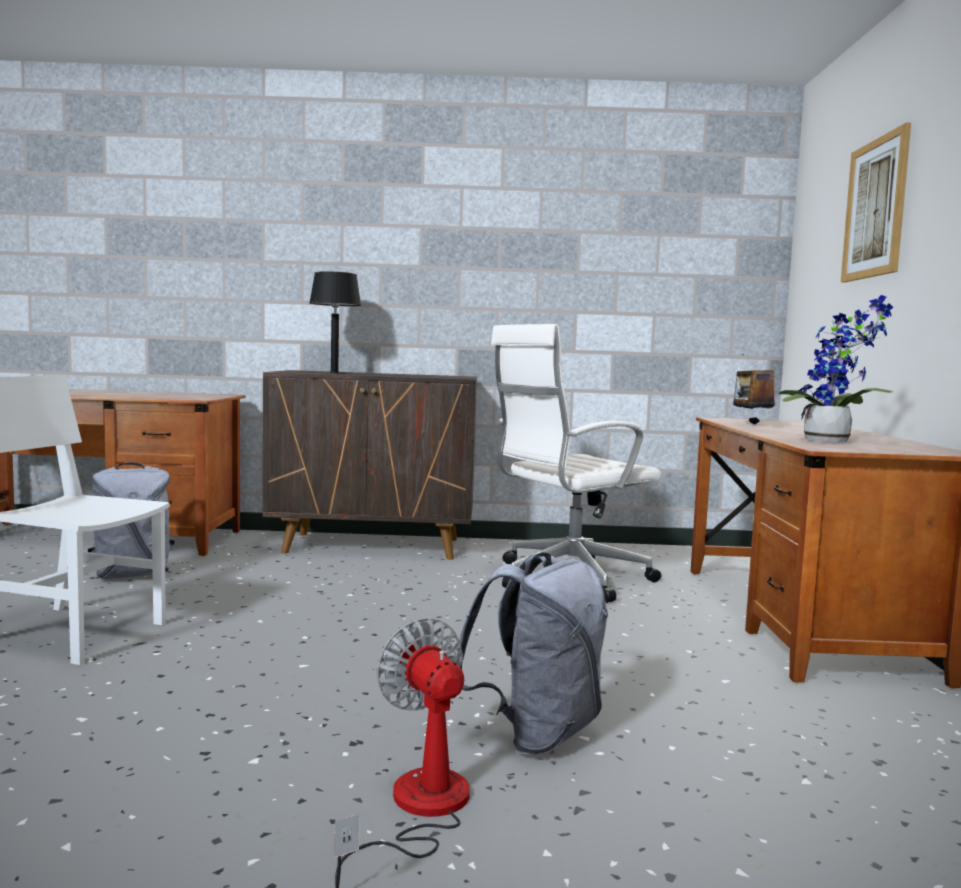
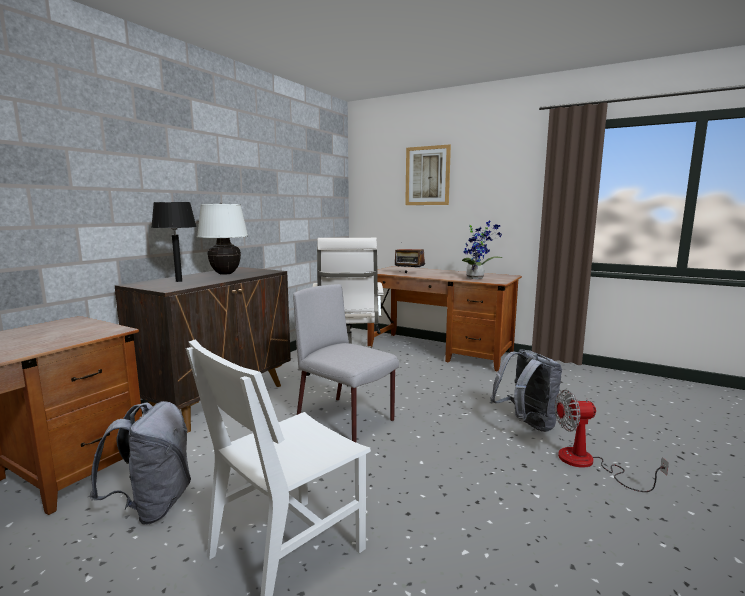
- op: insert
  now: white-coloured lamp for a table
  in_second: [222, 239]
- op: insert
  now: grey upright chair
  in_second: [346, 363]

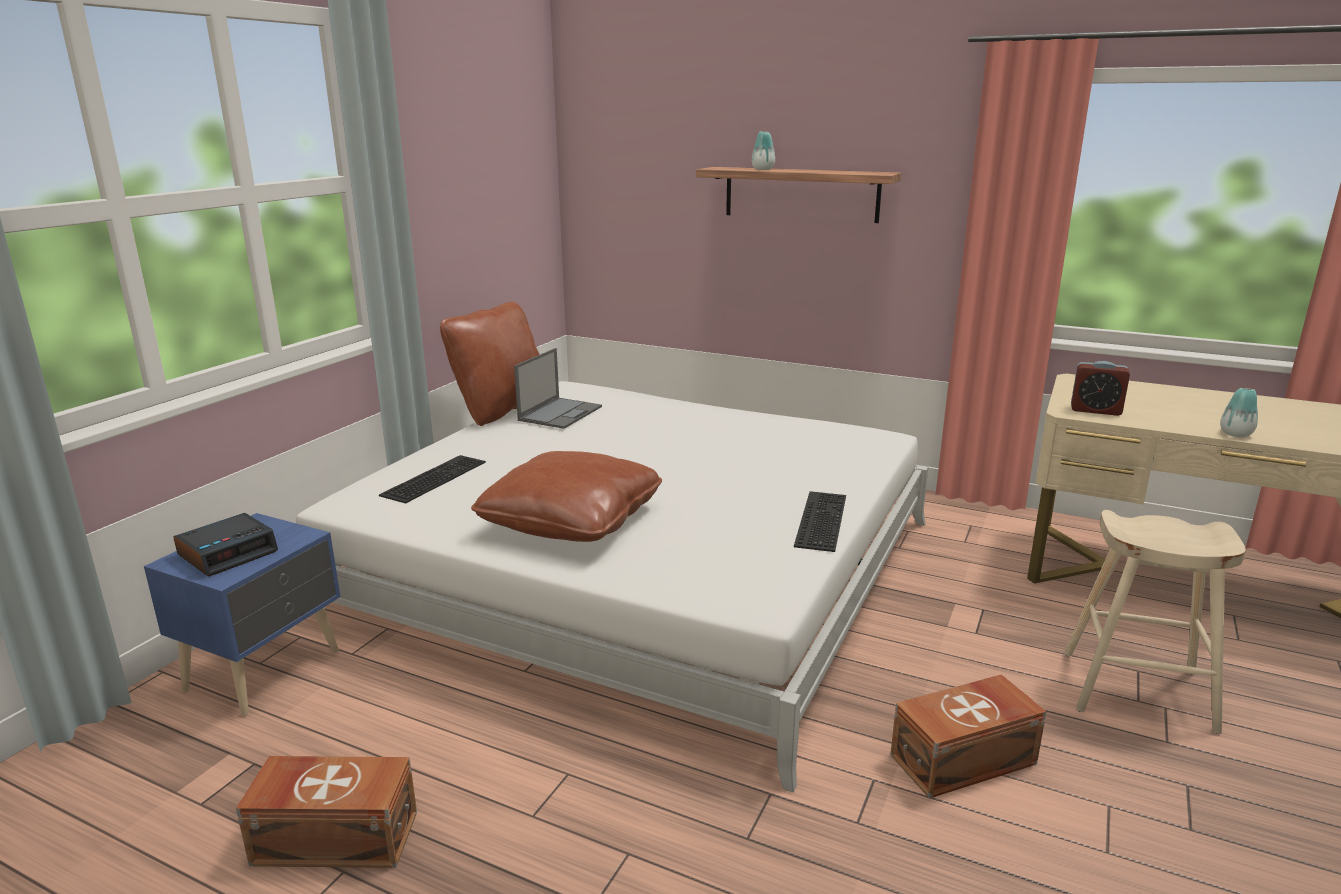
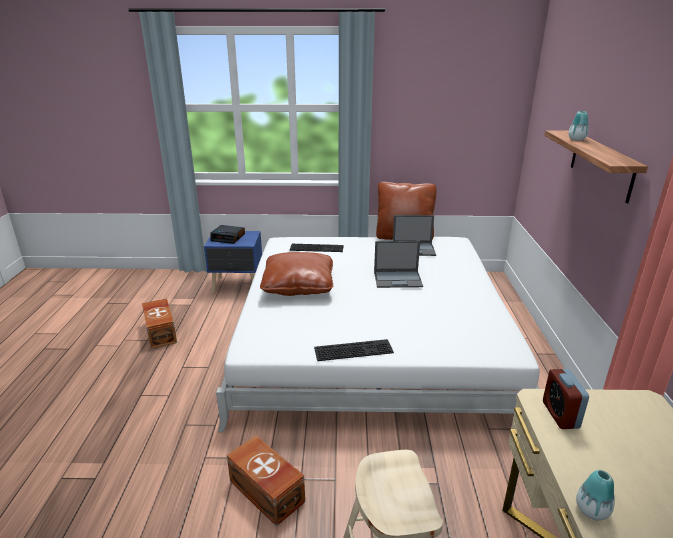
- op: insert
  now: notebook computer
  in_second: [398, 264]

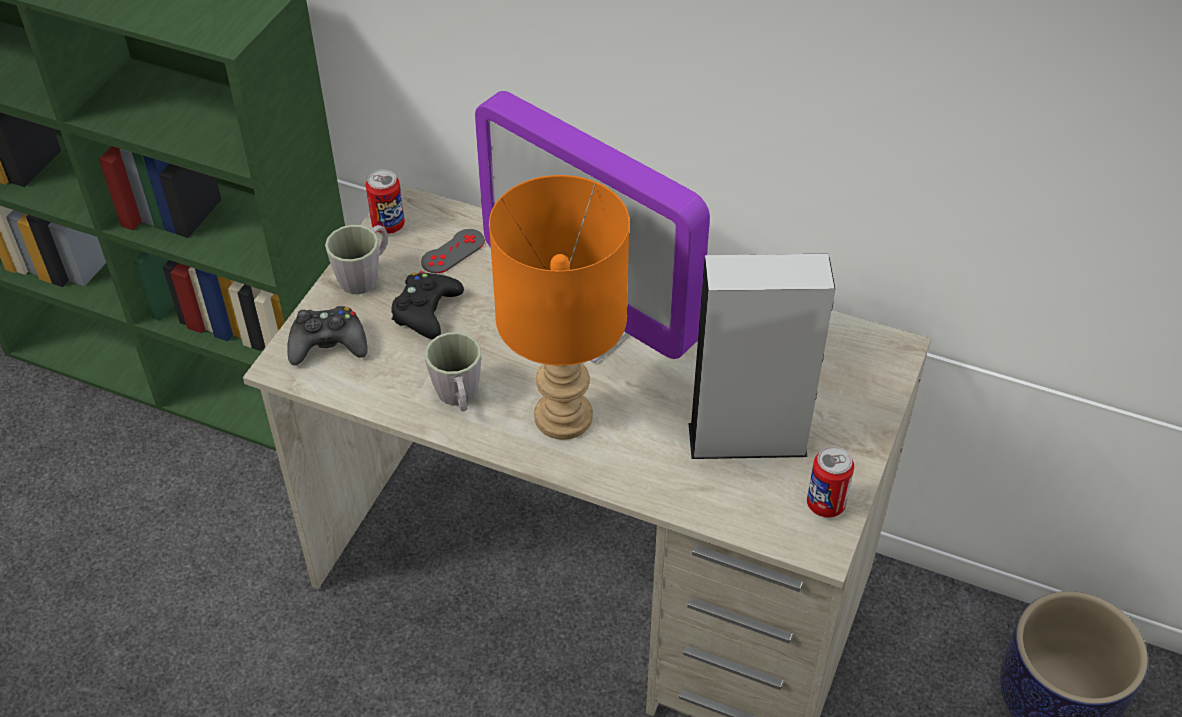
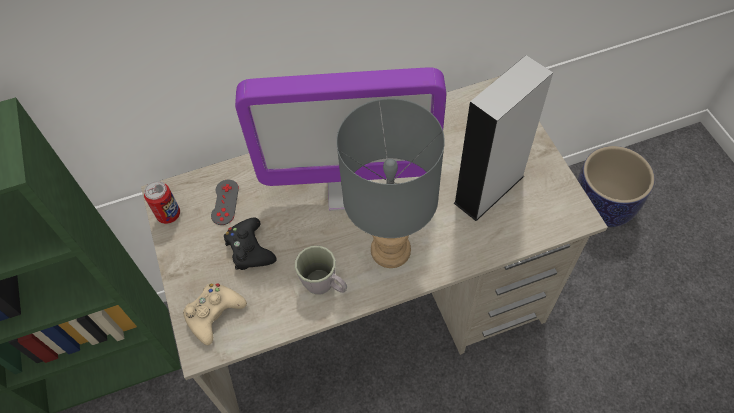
- op: recolor
  was: orange lamp for a table
  now: grey lamp for a table
  in_first: [559, 307]
  in_second: [390, 183]
- op: delete
  was: grey mug
  in_first: [356, 259]
- op: recolor
  was: blackish gamepad
  now: beige gamepad
  in_first: [327, 335]
  in_second: [215, 314]
- op: delete
  was: can
  in_first: [830, 481]

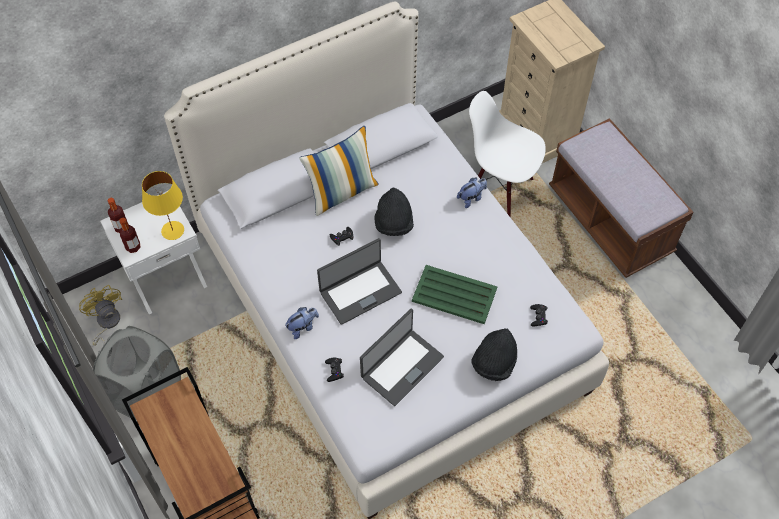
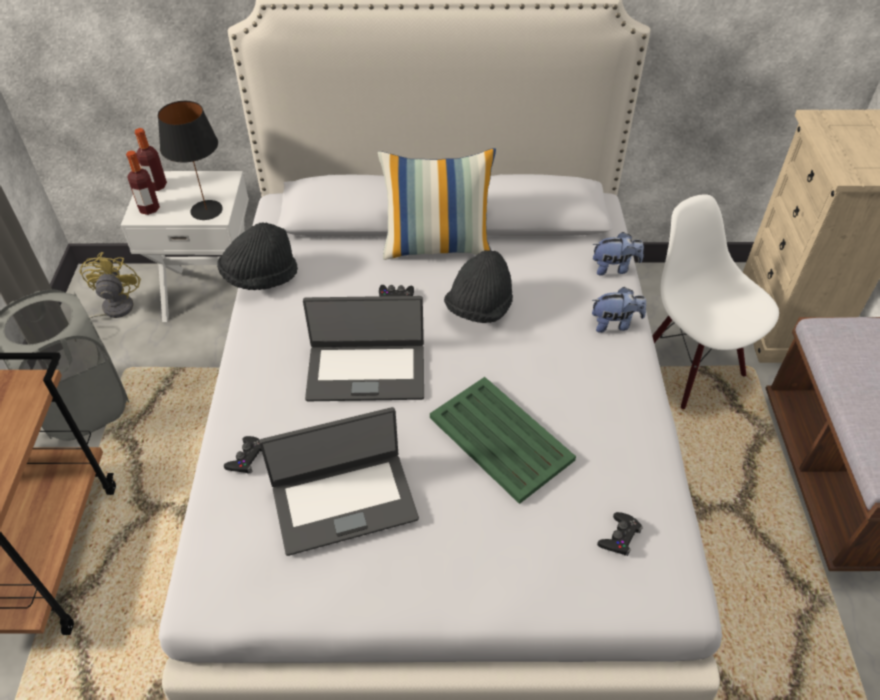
- op: recolor
  was: yellowish lamp for a table
  now: blackish lamp for a table
  in_first: [163, 205]
  in_second: [190, 160]
- op: move
  was: cuddly toy
  in_first: [302, 323]
  in_second: [618, 254]
- op: move
  was: blackish wearable hat
  in_first: [494, 354]
  in_second: [257, 256]

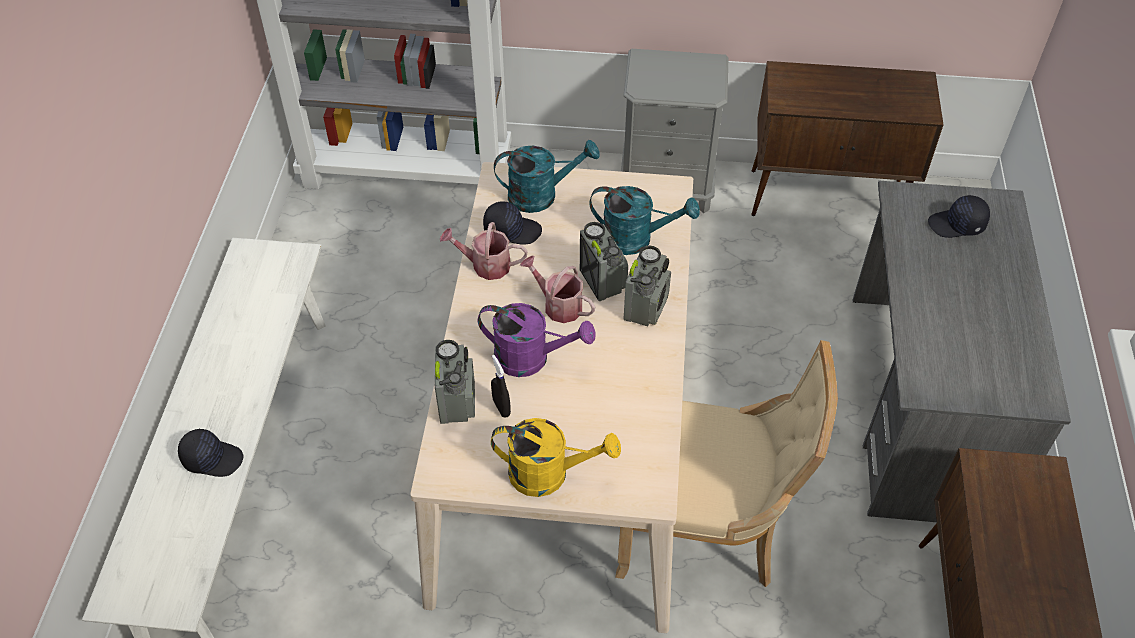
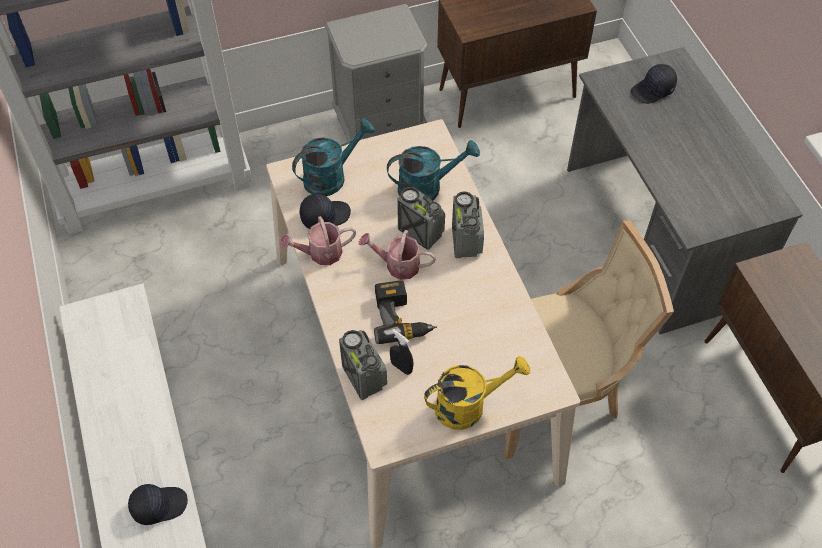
- op: replace
  was: purple-coloured sprinkling can
  now: electric drill
  in_first: [536, 340]
  in_second: [405, 312]

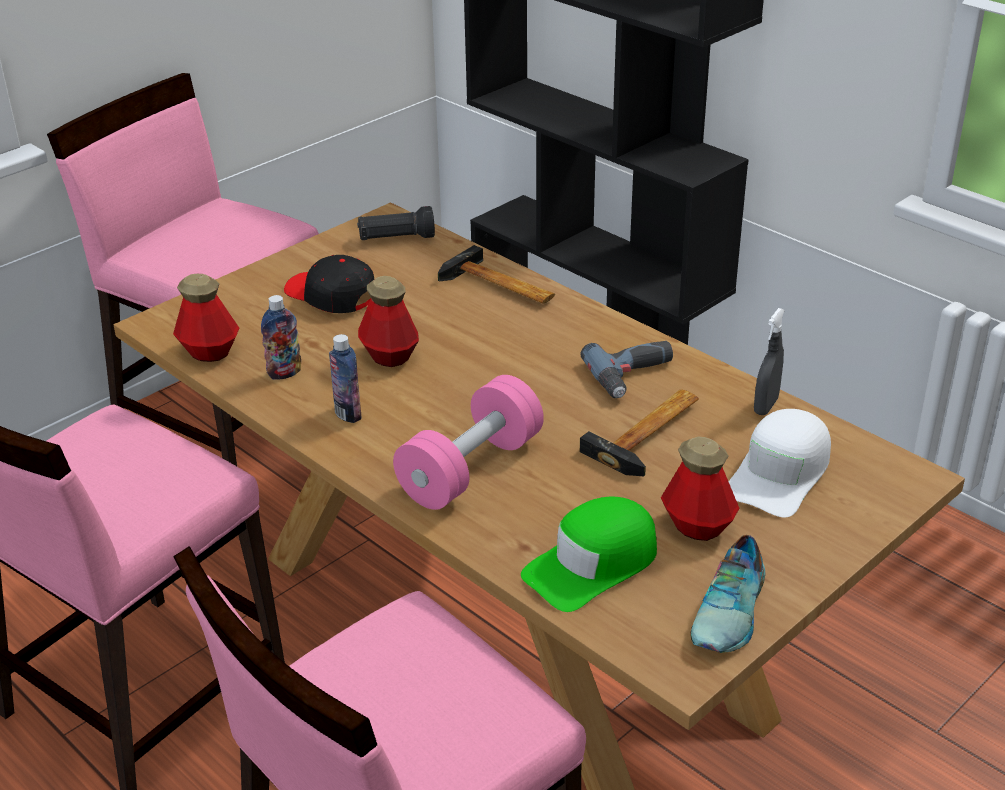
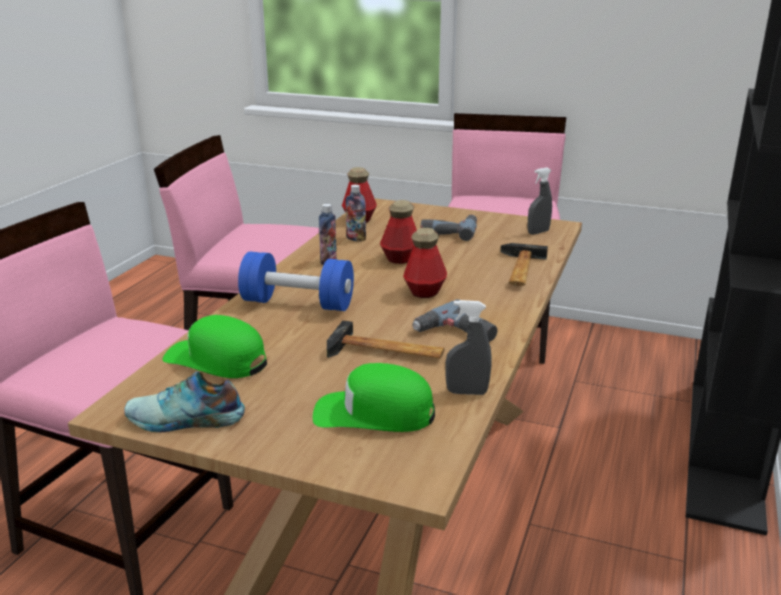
- op: replace
  was: blackish flashlight
  now: grey sprayer
  in_first: [396, 223]
  in_second: [540, 201]
- op: replace
  was: blackish peaked cap
  now: electric drill
  in_first: [329, 284]
  in_second: [448, 227]
- op: recolor
  was: pink-coloured hand weight
  now: bluish hand weight
  in_first: [468, 442]
  in_second: [296, 281]
- op: recolor
  was: white-coloured peaked cap
  now: green peaked cap
  in_first: [780, 463]
  in_second: [374, 397]
- op: move
  was: drink bottle
  in_first: [700, 489]
  in_second: [425, 263]

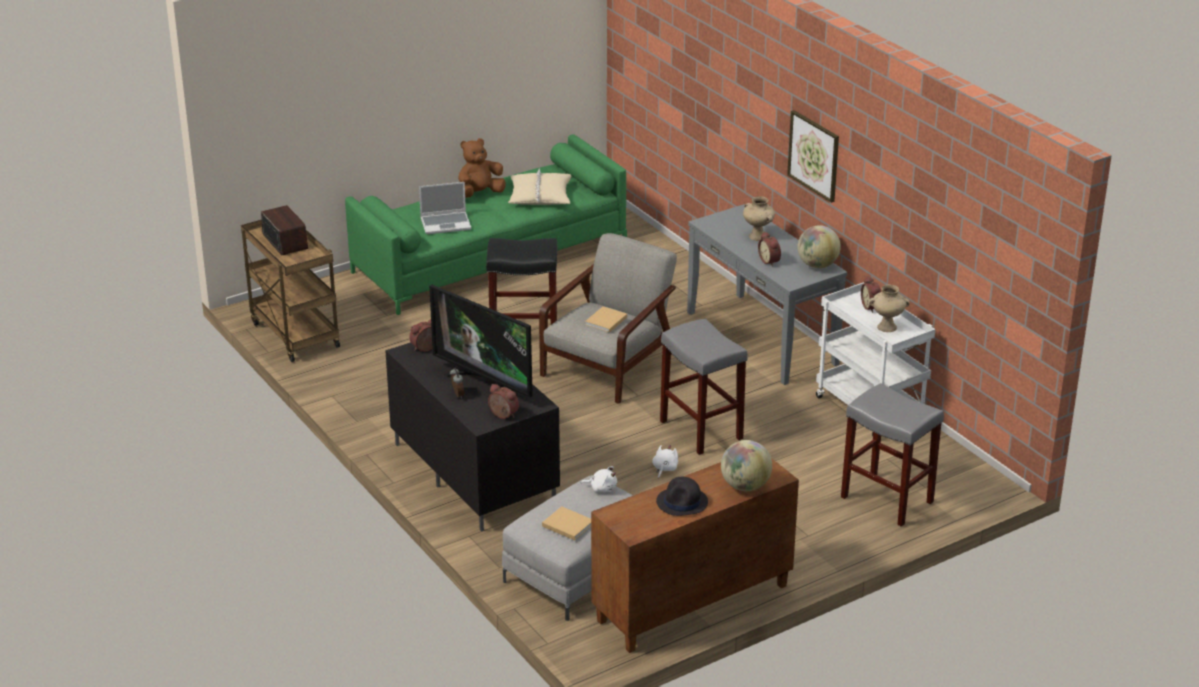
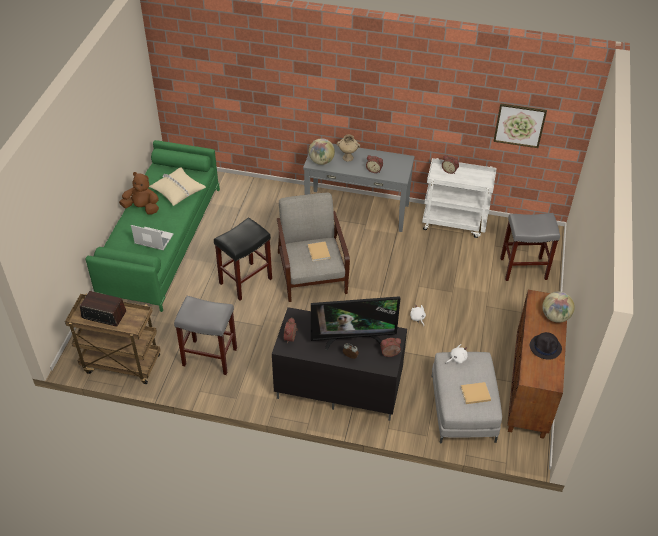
- op: move
  was: wall picture
  in_first: [813, 156]
  in_second: [520, 125]
- op: rotate
  was: brownish cuddly toy
  in_first: [482, 168]
  in_second: [139, 193]
  clockwise: 90
- op: rotate
  was: notebook computer
  in_first: [445, 208]
  in_second: [152, 237]
  clockwise: -105
- op: move
  was: world globe
  in_first: [819, 246]
  in_second: [322, 151]
- op: delete
  was: beige vase
  in_first: [889, 308]
- op: move
  was: grey stool
  in_first: [704, 386]
  in_second: [205, 335]

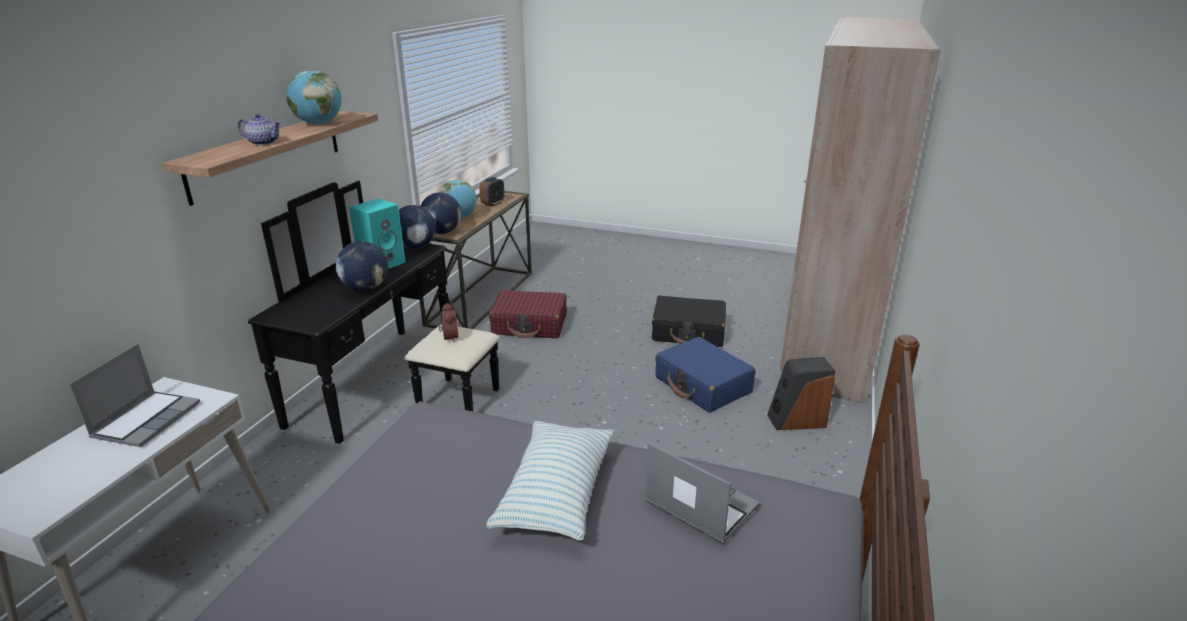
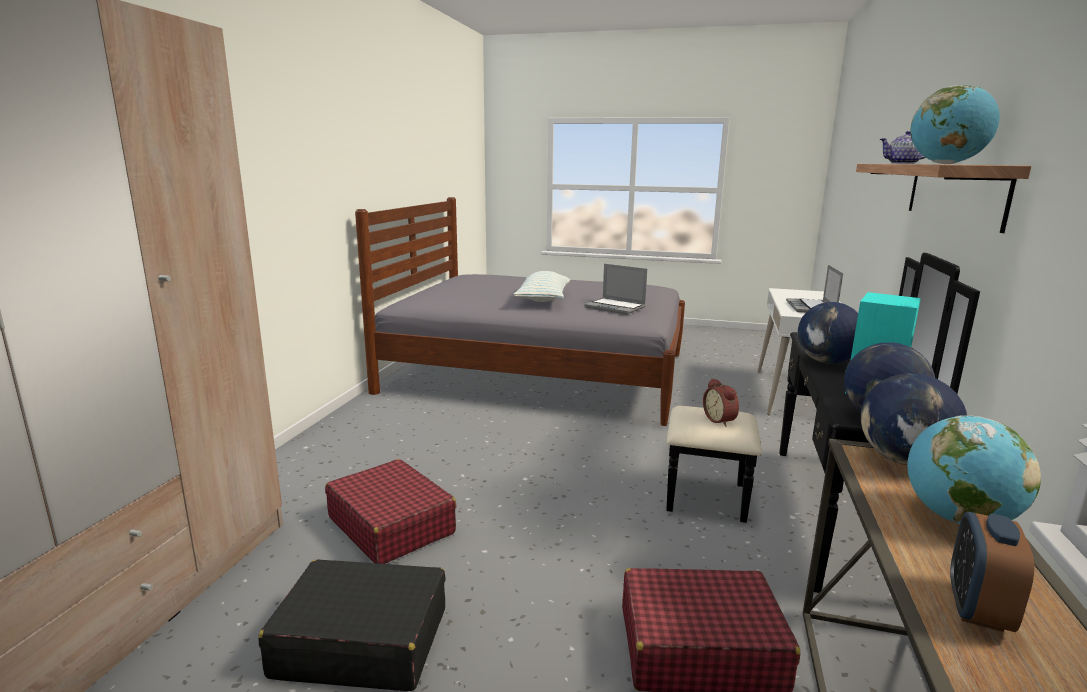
- op: recolor
  was: bluish travel case
  now: red-coloured travel case
  in_first: [705, 375]
  in_second: [390, 511]
- op: delete
  was: loudspeaker
  in_first: [801, 393]
- op: move
  was: notebook computer
  in_first: [702, 493]
  in_second: [615, 289]

